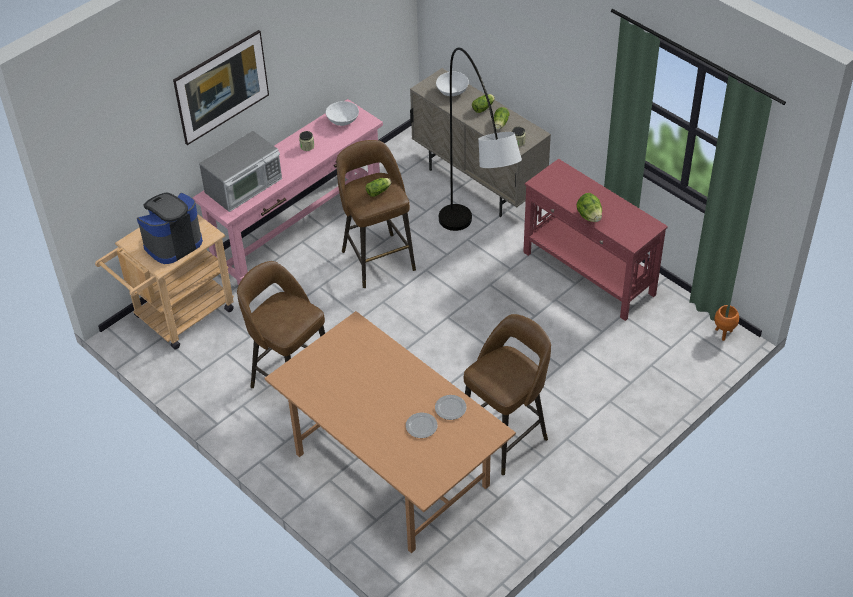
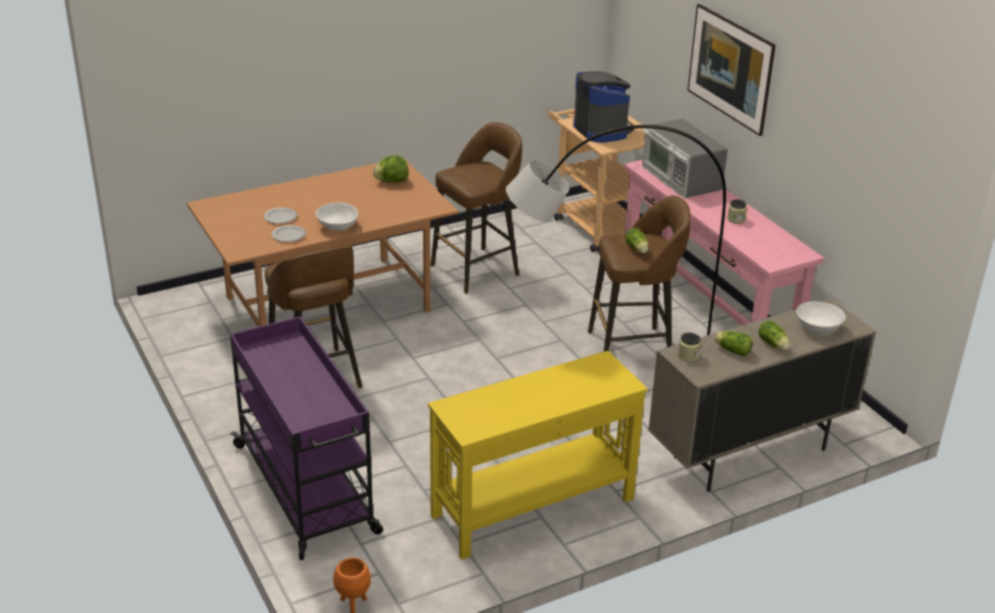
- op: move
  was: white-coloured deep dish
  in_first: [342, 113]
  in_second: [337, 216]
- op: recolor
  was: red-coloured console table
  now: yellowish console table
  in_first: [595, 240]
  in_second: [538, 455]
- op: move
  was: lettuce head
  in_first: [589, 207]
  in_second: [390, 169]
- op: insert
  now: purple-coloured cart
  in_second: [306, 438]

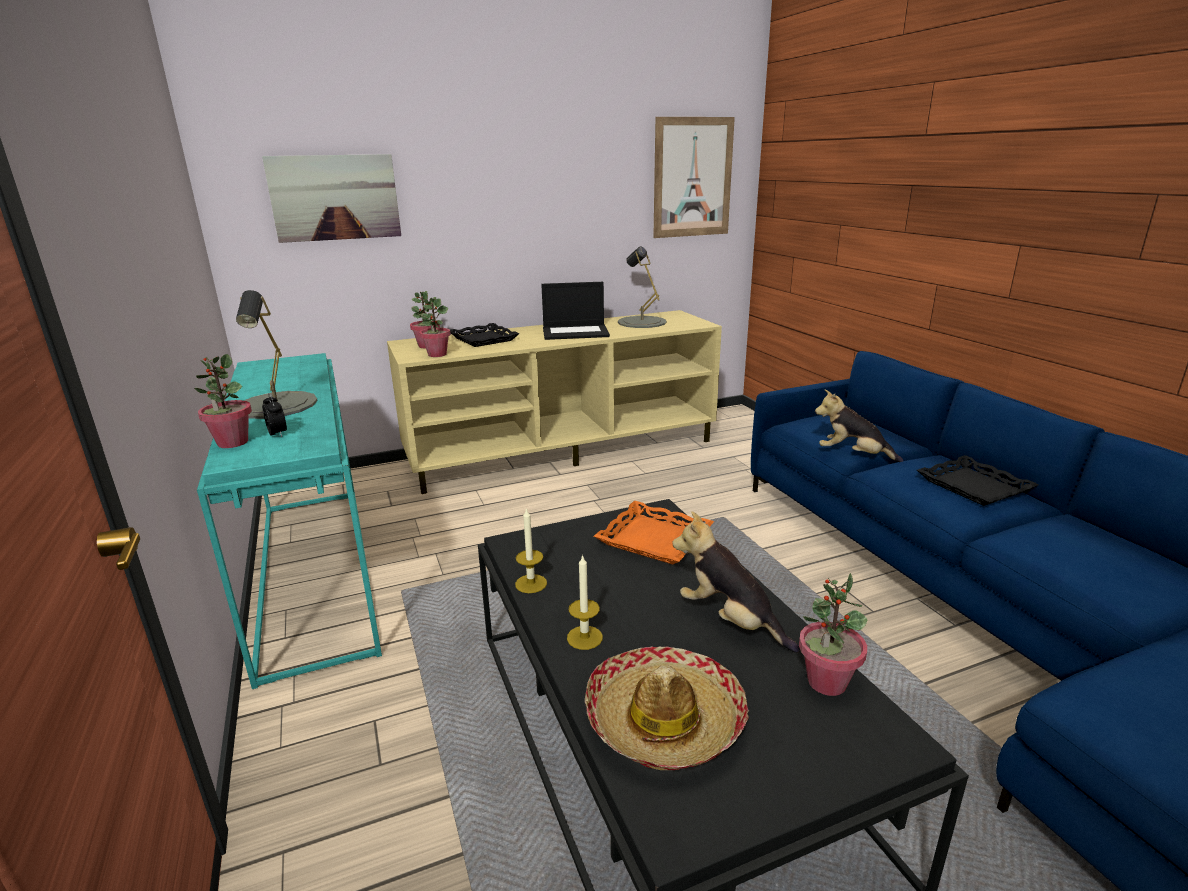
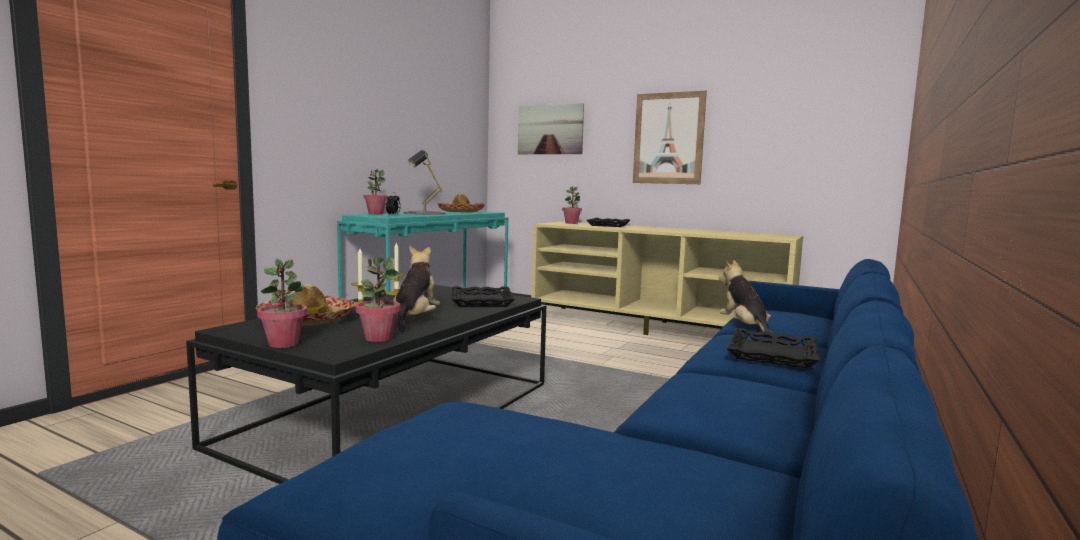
- op: move
  was: wall picture
  in_first: [694, 177]
  in_second: [670, 137]
- op: delete
  was: grey lamp for a table
  in_first: [642, 287]
- op: delete
  was: notebook computer
  in_first: [575, 311]
- op: move
  was: houseplant
  in_first: [435, 327]
  in_second: [282, 303]
- op: recolor
  was: orange carrying tray
  now: blackish carrying tray
  in_first: [654, 533]
  in_second: [483, 296]
- op: insert
  now: wearable hat
  in_second: [461, 203]

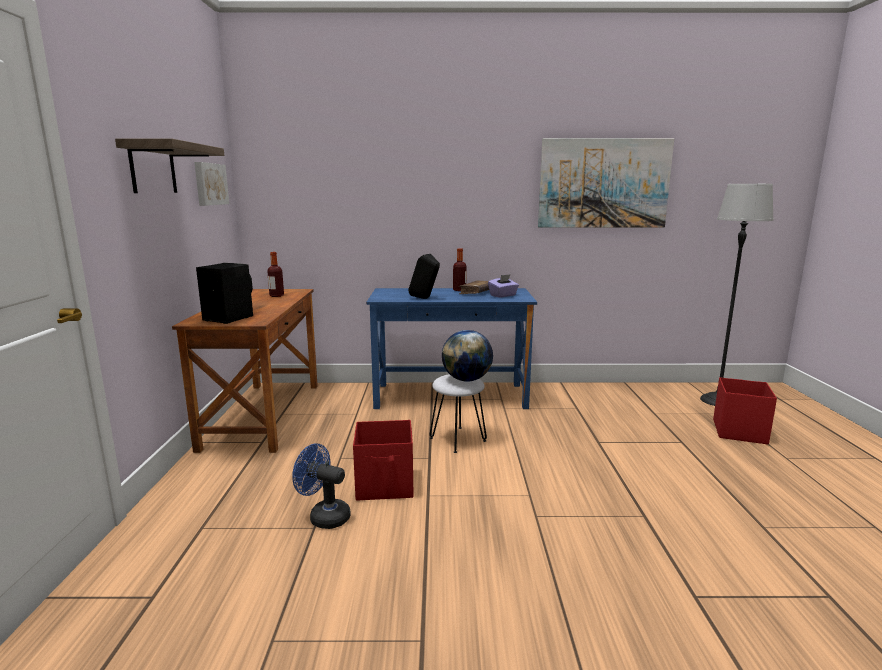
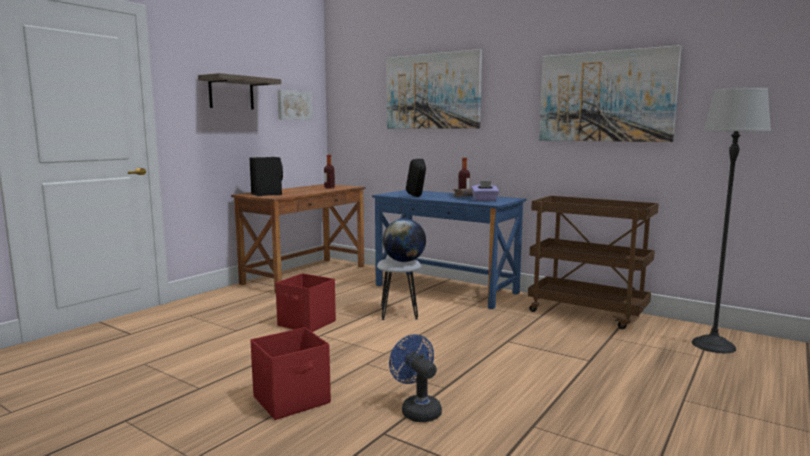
- op: move
  was: red-coloured storage box
  in_first: [745, 410]
  in_second: [290, 373]
- op: move
  was: bluish electric fan
  in_first: [321, 486]
  in_second: [415, 378]
- op: insert
  now: wall picture
  in_second: [434, 89]
- op: insert
  now: brownish cart
  in_second: [593, 262]

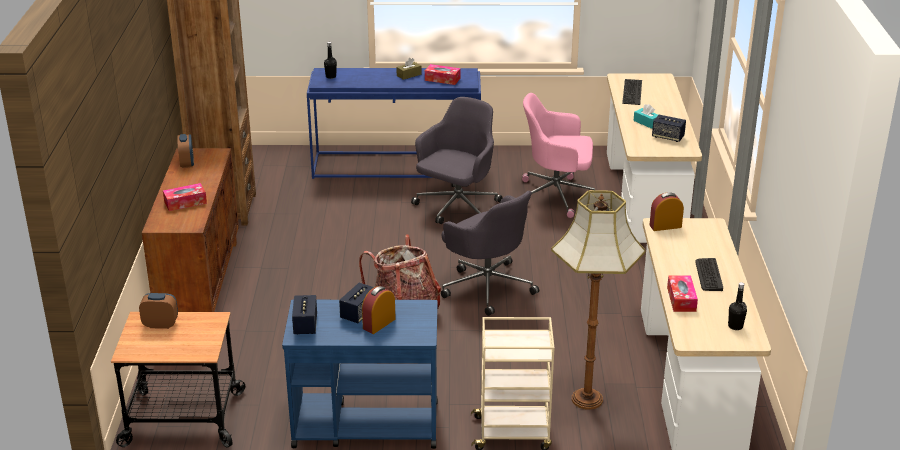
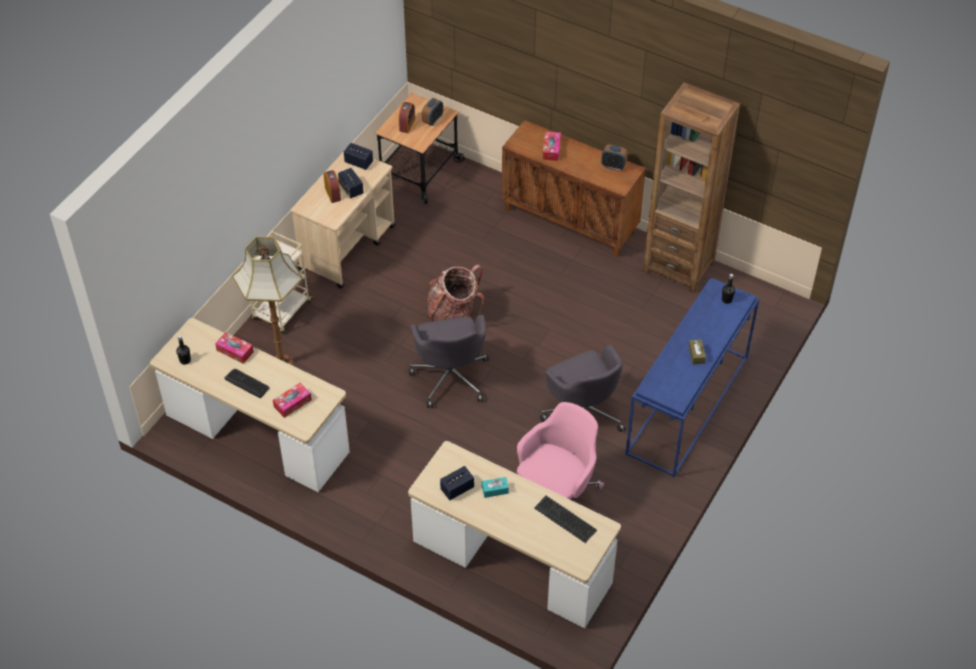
- op: move
  was: tissue holder
  in_first: [443, 74]
  in_second: [292, 400]
- op: rotate
  was: grey office chair
  in_first: [490, 253]
  in_second: [449, 361]
  clockwise: -90
- op: move
  was: bedside clock
  in_first: [667, 211]
  in_second: [407, 117]
- op: recolor
  was: bluish cart
  now: beige cart
  in_first: [360, 374]
  in_second: [343, 220]

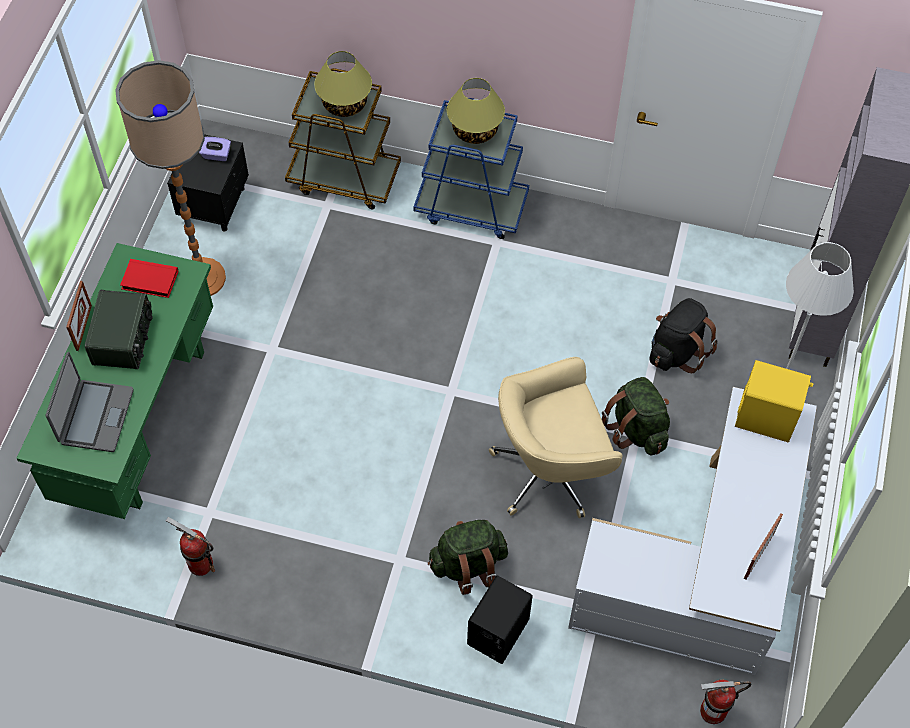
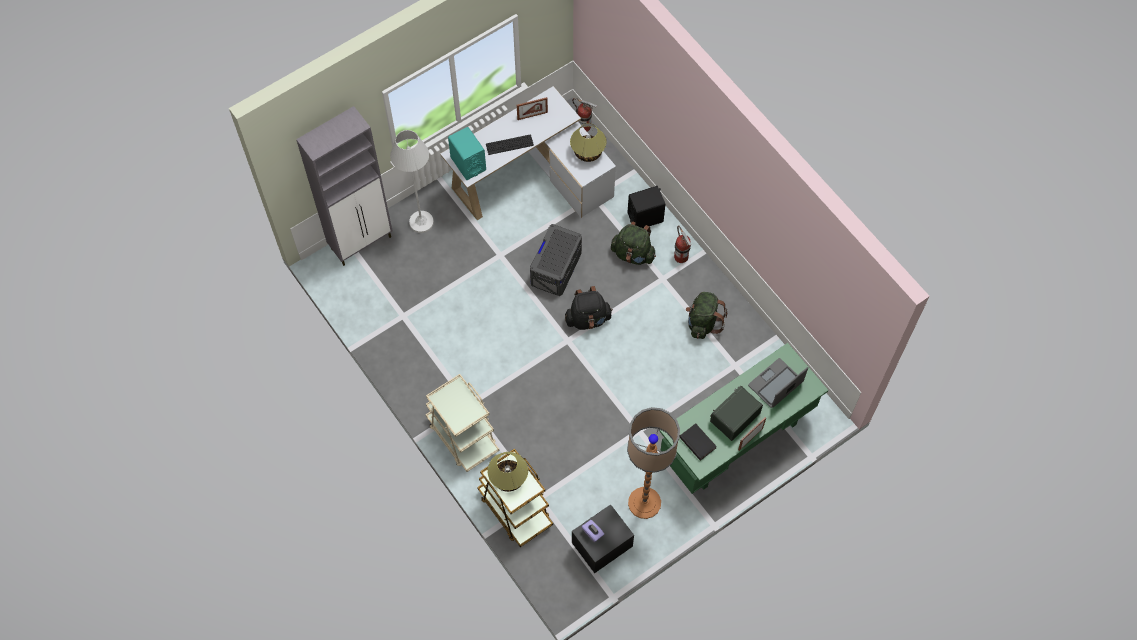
- op: move
  was: lamp for a table
  in_first: [476, 111]
  in_second: [588, 142]
- op: recolor
  was: bluish cart
  now: beige cart
  in_first: [471, 168]
  in_second: [462, 423]
- op: recolor
  was: red-coloured bound book
  now: blackish bound book
  in_first: [149, 278]
  in_second: [698, 442]
- op: move
  was: blackish backpack
  in_first: [684, 335]
  in_second: [589, 308]
- op: replace
  was: beige office chair
  now: grey storage box
  in_first: [555, 437]
  in_second: [556, 260]
- op: recolor
  was: yellowish loudspeaker
  now: blue-green loudspeaker
  in_first: [774, 401]
  in_second: [467, 153]
- op: move
  was: green backpack
  in_first: [636, 416]
  in_second: [706, 315]
- op: move
  was: extinguisher
  in_first: [190, 546]
  in_second: [683, 244]
- op: insert
  now: computer keyboard
  in_second: [510, 144]

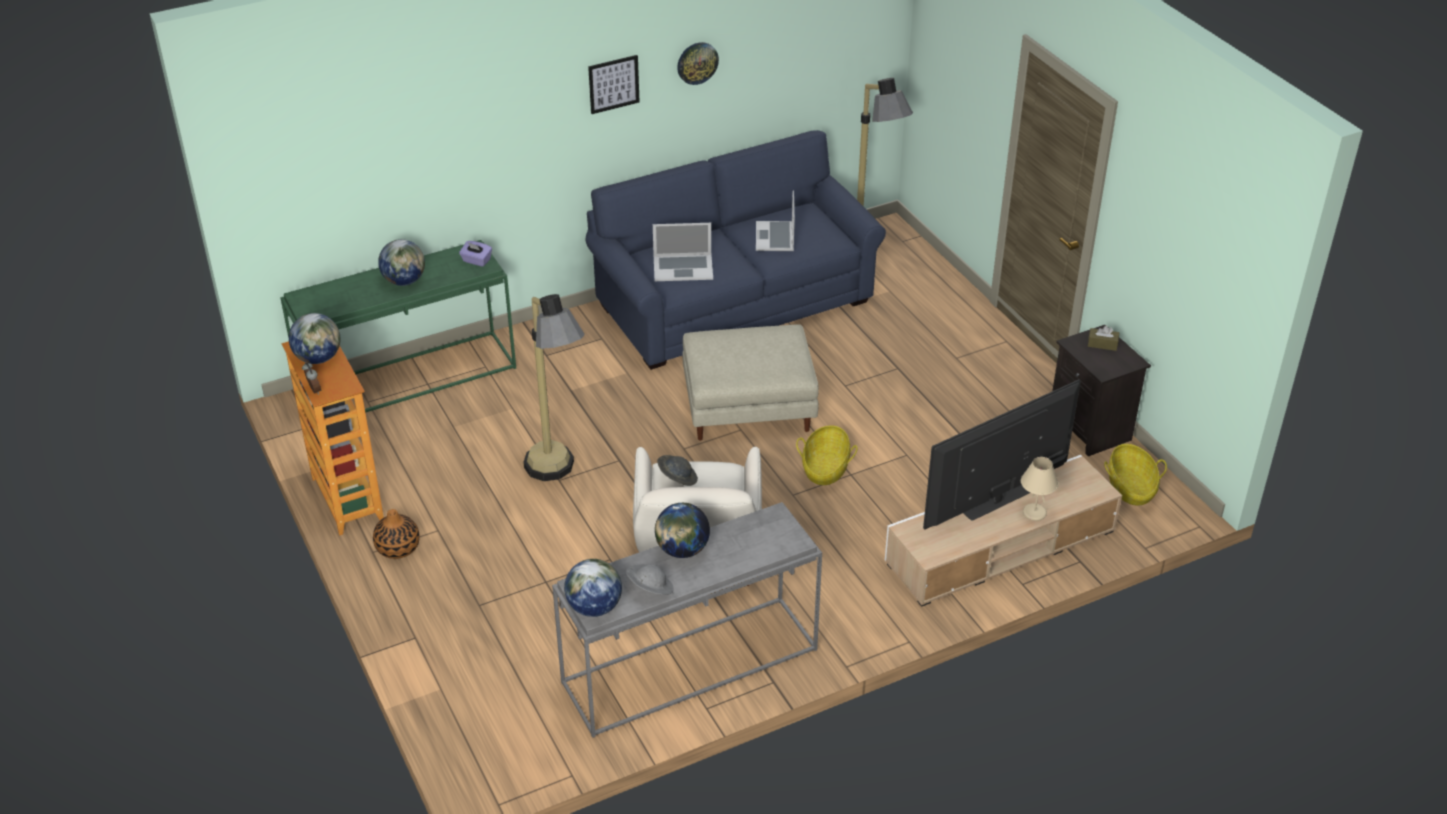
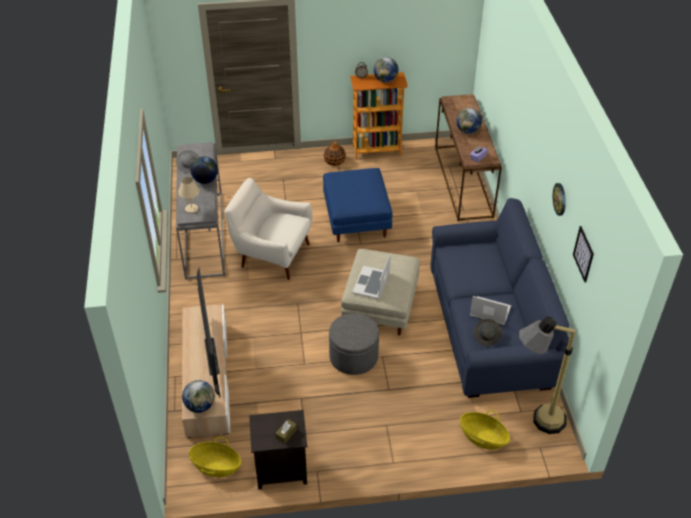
- op: move
  was: wall picture
  in_first: [614, 84]
  in_second: [583, 254]
- op: move
  was: notebook computer
  in_first: [683, 252]
  in_second: [371, 276]
- op: recolor
  was: green console table
  now: brownish console table
  in_first: [398, 326]
  in_second: [468, 157]
- op: replace
  was: standard lamp
  now: bluish ottoman
  in_first: [554, 387]
  in_second: [358, 205]
- op: move
  was: basket
  in_first: [827, 455]
  in_second: [485, 430]
- op: move
  was: grey wearable hat
  in_first: [677, 470]
  in_second: [488, 332]
- op: move
  was: beige lamp for a table
  in_first: [1040, 489]
  in_second: [189, 195]
- op: move
  was: world globe
  in_first: [593, 588]
  in_second: [198, 396]
- op: insert
  now: grey ottoman
  in_second: [354, 344]

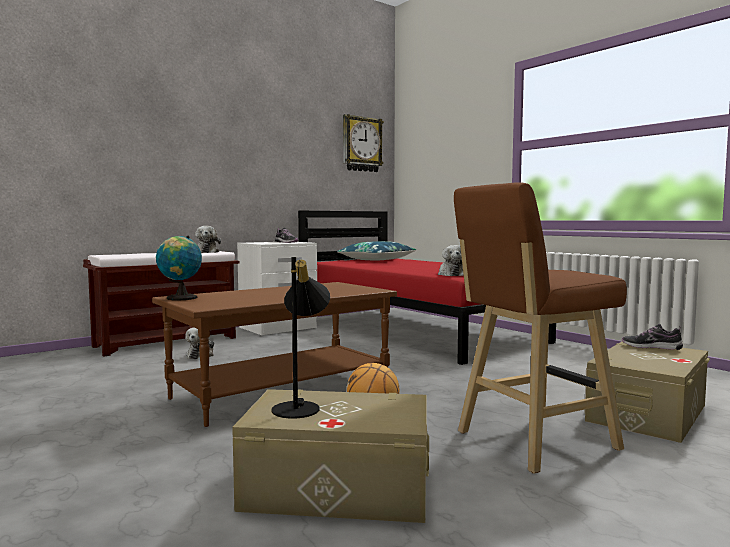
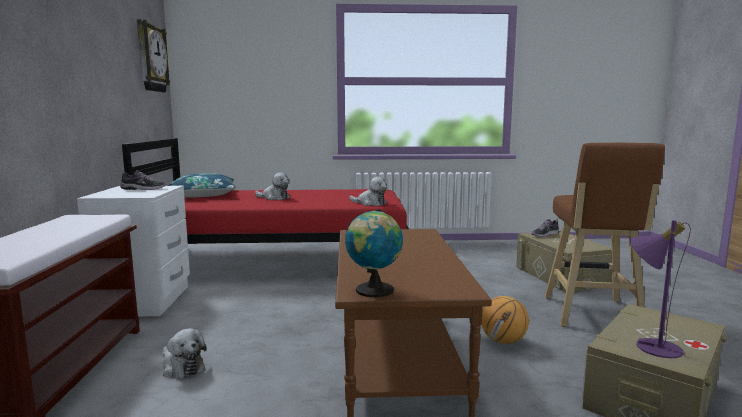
- op: move
  was: cuddly toy
  in_first: [208, 239]
  in_second: [272, 186]
- op: recolor
  was: blackish lamp for a table
  now: purple-coloured lamp for a table
  in_first: [300, 338]
  in_second: [660, 289]

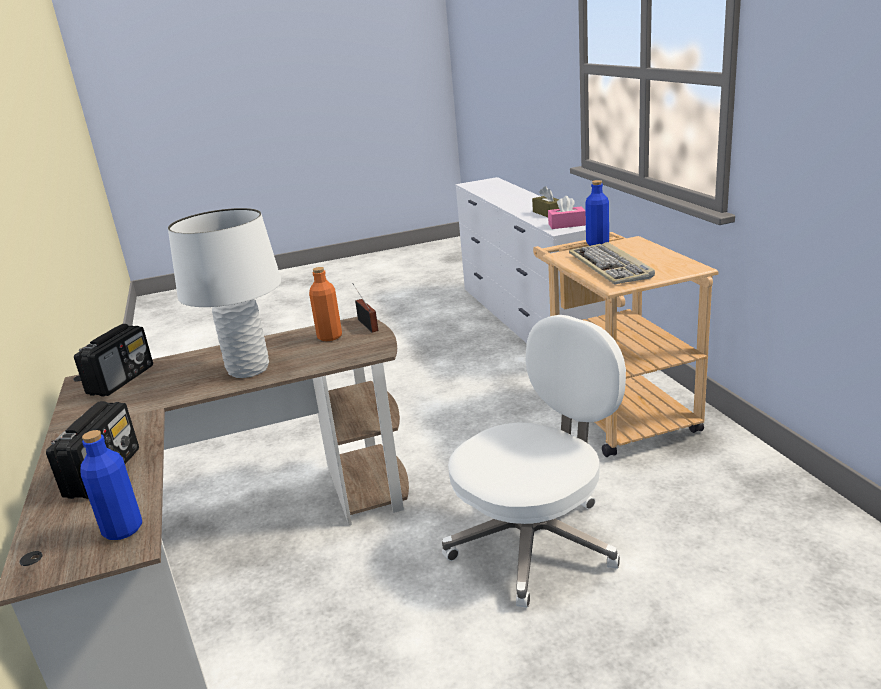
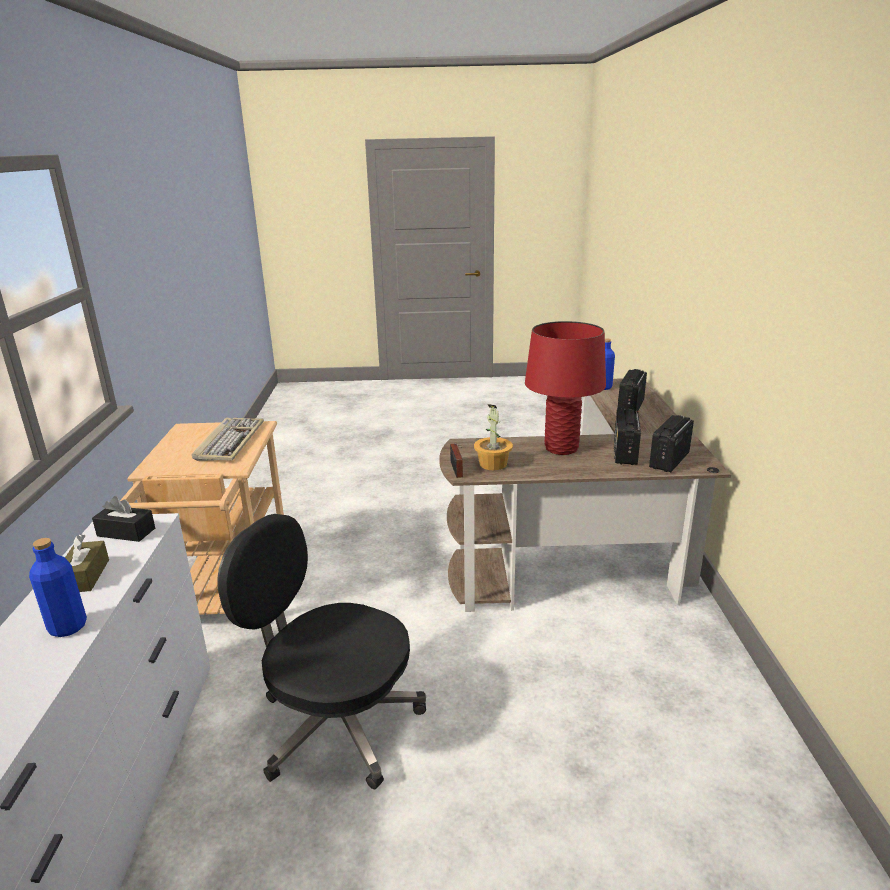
- op: move
  was: bluish drink bottle
  in_first: [597, 213]
  in_second: [58, 587]
- op: recolor
  was: pink-coloured tissue holder
  now: blackish tissue holder
  in_first: [567, 212]
  in_second: [123, 519]
- op: recolor
  was: white-coloured lamp for a table
  now: red-coloured lamp for a table
  in_first: [224, 293]
  in_second: [565, 388]
- op: replace
  was: orange drink bottle
  now: houseplant
  in_first: [325, 304]
  in_second: [493, 437]
- op: delete
  was: white-coloured office chair
  in_first: [534, 461]
- op: insert
  now: radio receiver
  in_second: [627, 437]
- op: insert
  now: blackish office chair
  in_second: [321, 651]

